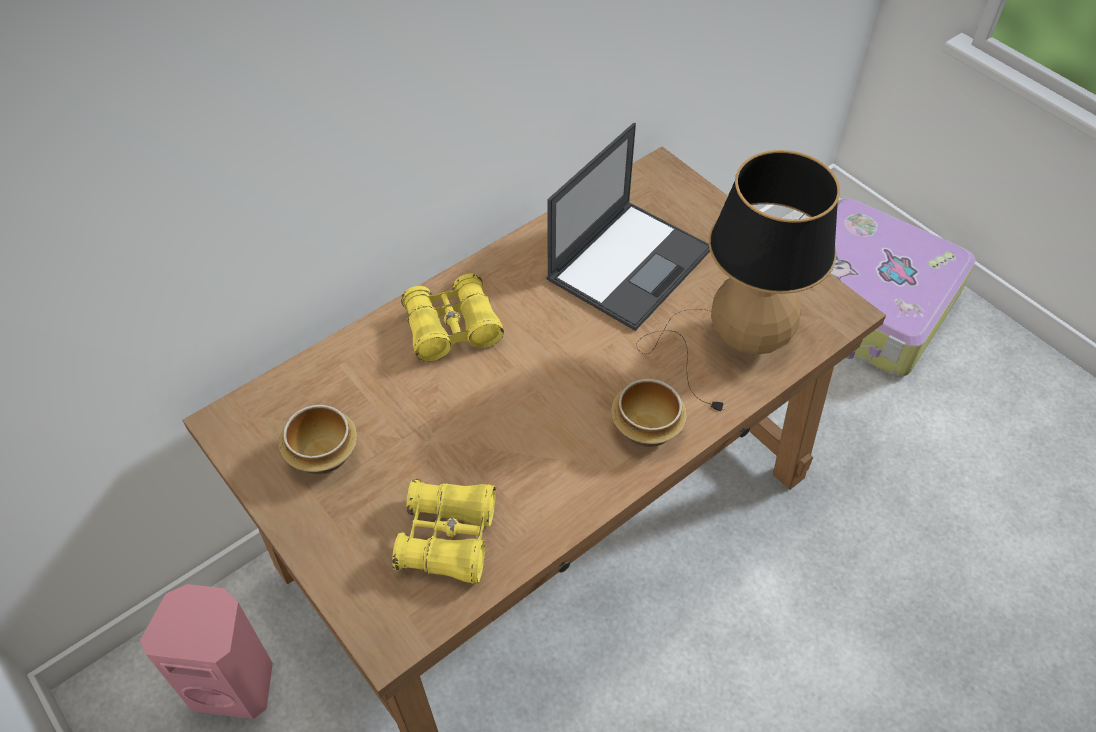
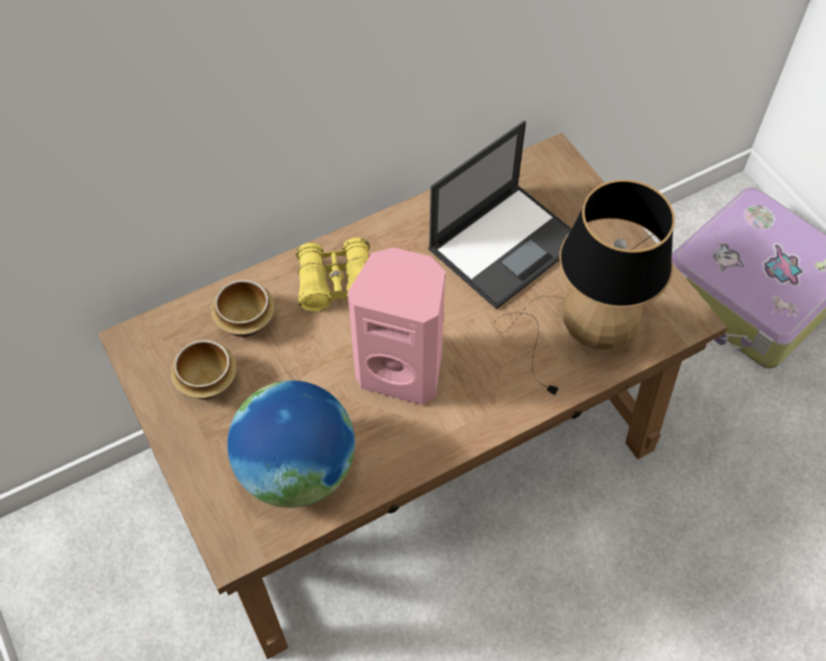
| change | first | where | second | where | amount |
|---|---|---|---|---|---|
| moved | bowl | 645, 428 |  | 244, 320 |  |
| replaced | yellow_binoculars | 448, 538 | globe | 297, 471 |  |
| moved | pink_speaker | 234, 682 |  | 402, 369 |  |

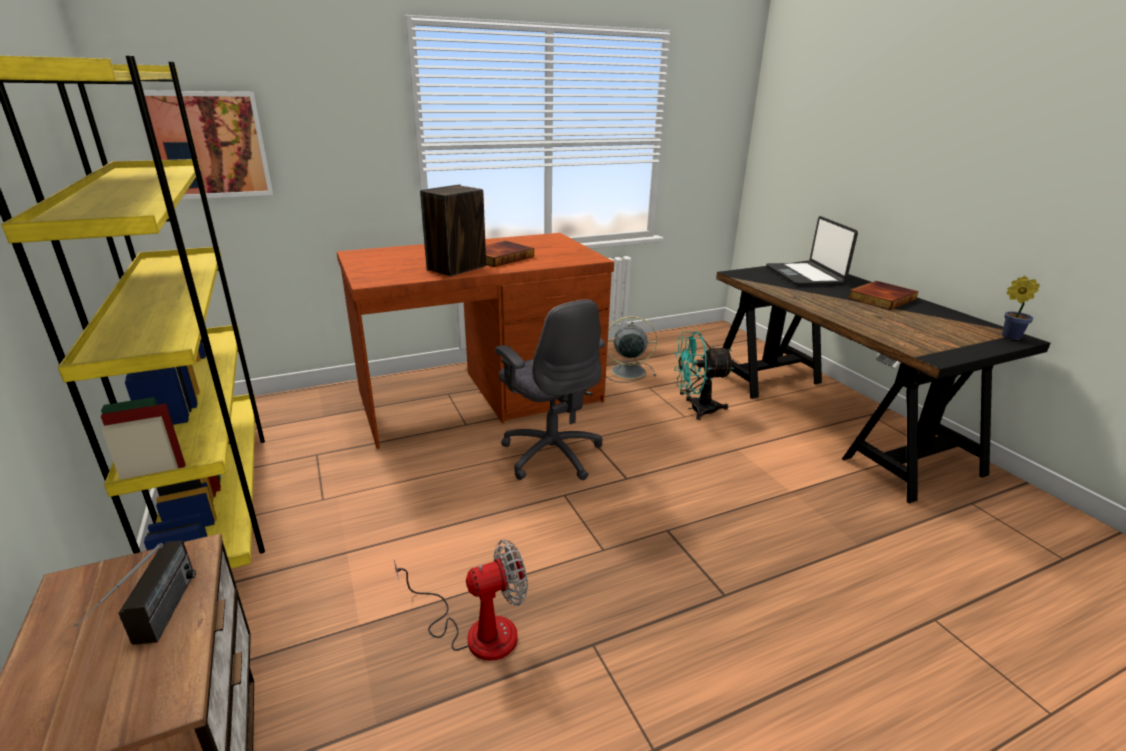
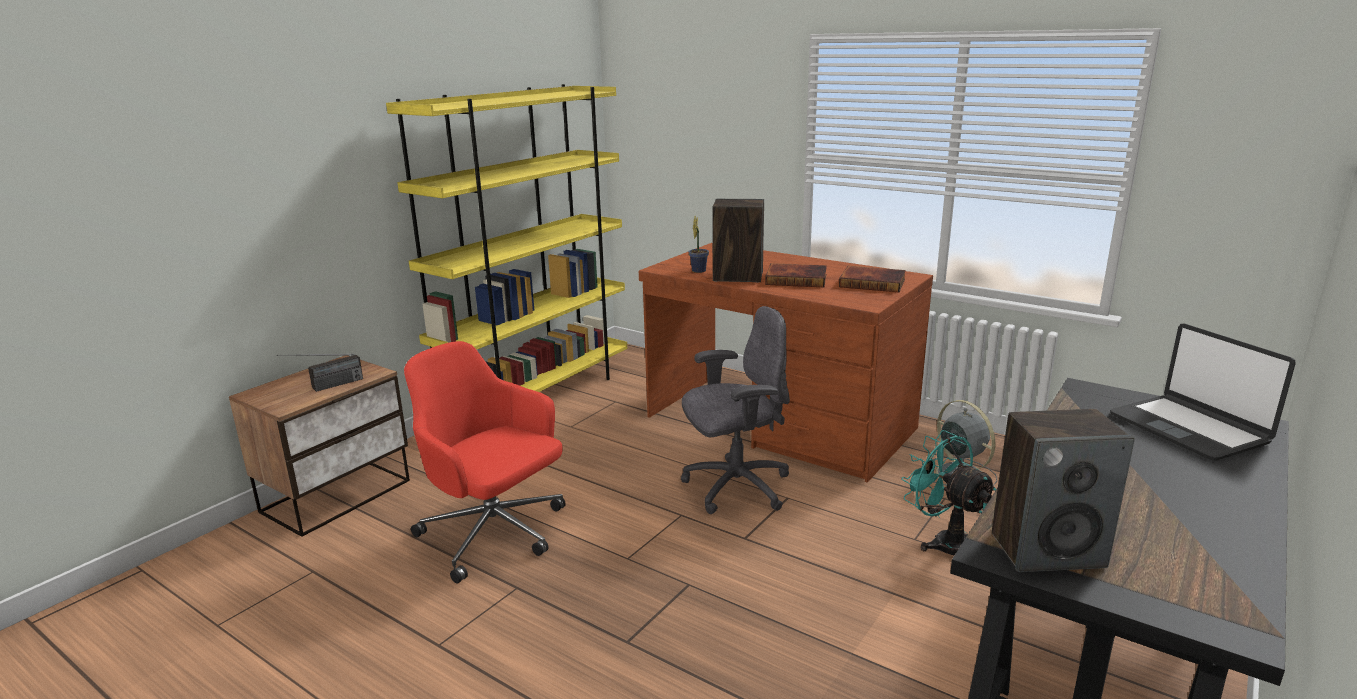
| change | first | where | second | where | amount |
|---|---|---|---|---|---|
| replaced | fan | 476, 630 | red_office_chair | 495, 534 |  |
| turned | grey_office_chair | 551, 453 |  | 735, 487 | 135 degrees counterclockwise |
| moved | potted_plant | 1008, 336 |  | 699, 270 |  |
| moved | book | 880, 298 |  | 873, 282 |  |
| added |  |  | speaker | 1047, 550 |  |
| turned | laptop | 805, 275 |  | 1189, 428 | 75 degrees counterclockwise |
| removed | picture | 209, 145 |  |  |  |

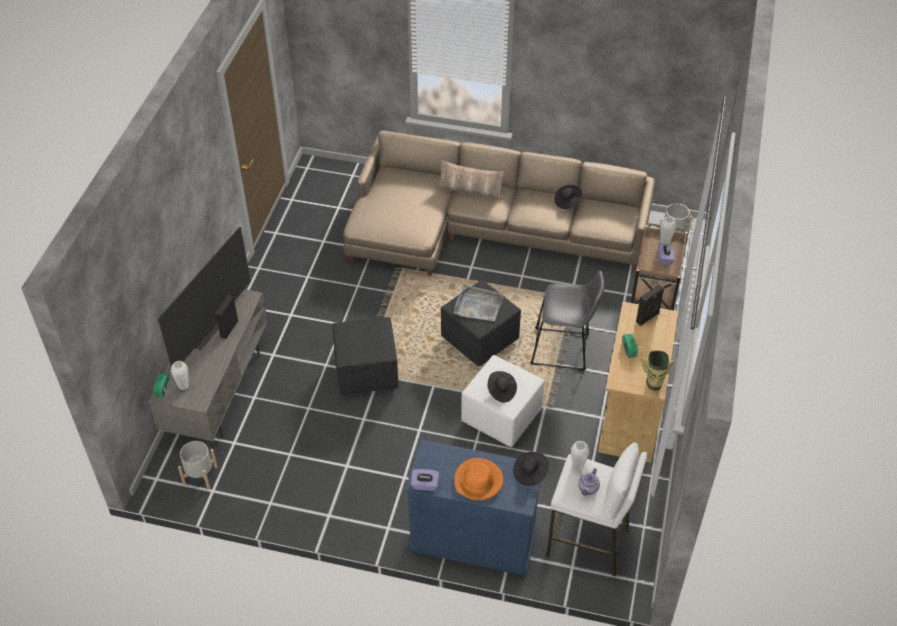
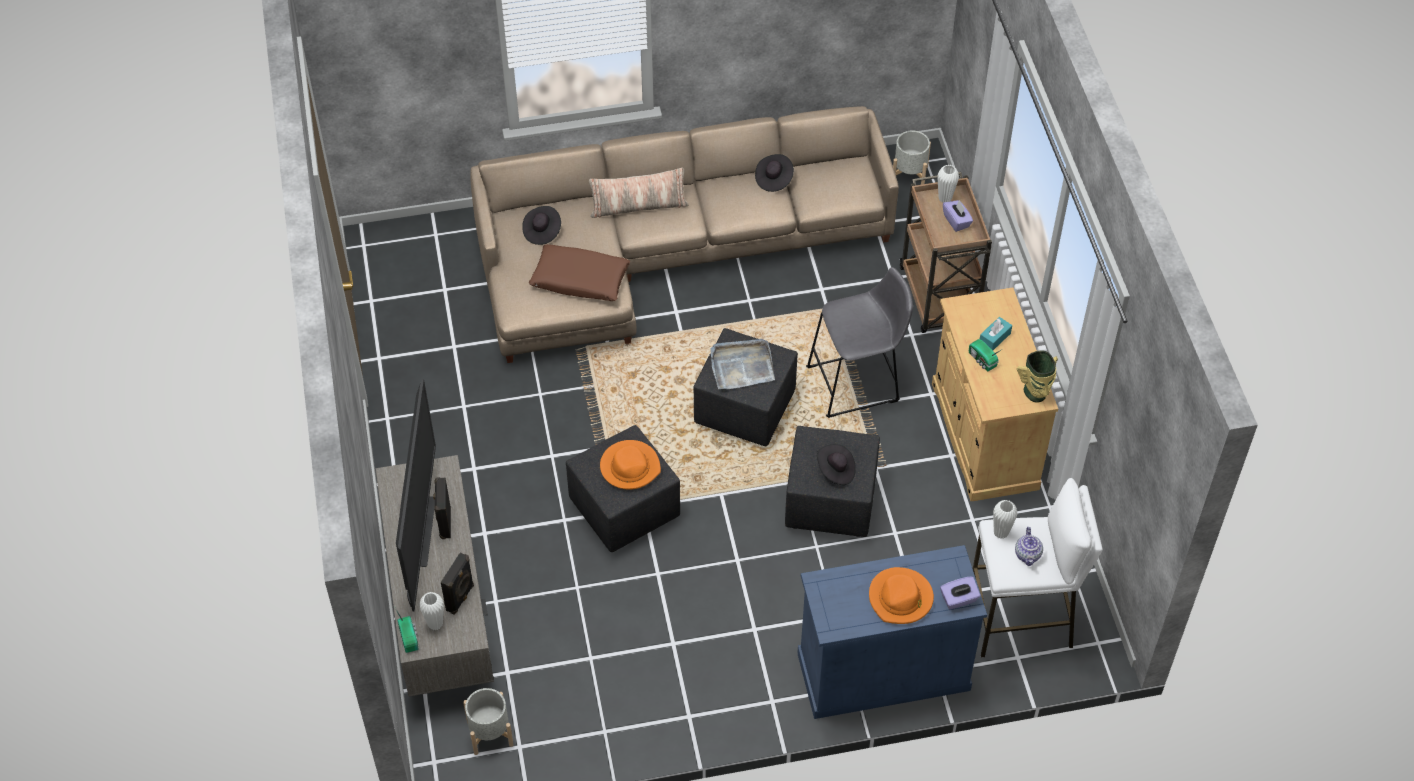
| change | first | where | second | where | amount |
|---|---|---|---|---|---|
| moved | black_speaker | 648, 318 |  | 461, 598 |  |
| moved | black_hat | 530, 473 |  | 542, 231 |  |
| added |  |  | brown_pillow | 580, 280 |  |
| added |  |  | orange_hat | 630, 467 |  |
| recoloured | white_ottoman | 501, 416 | black_ottoman | 829, 502 |  |
| moved | purple_tissue_box | 425, 485 |  | 959, 599 |  |
| added |  |  | turquoise_tissue_box | 994, 338 |  |

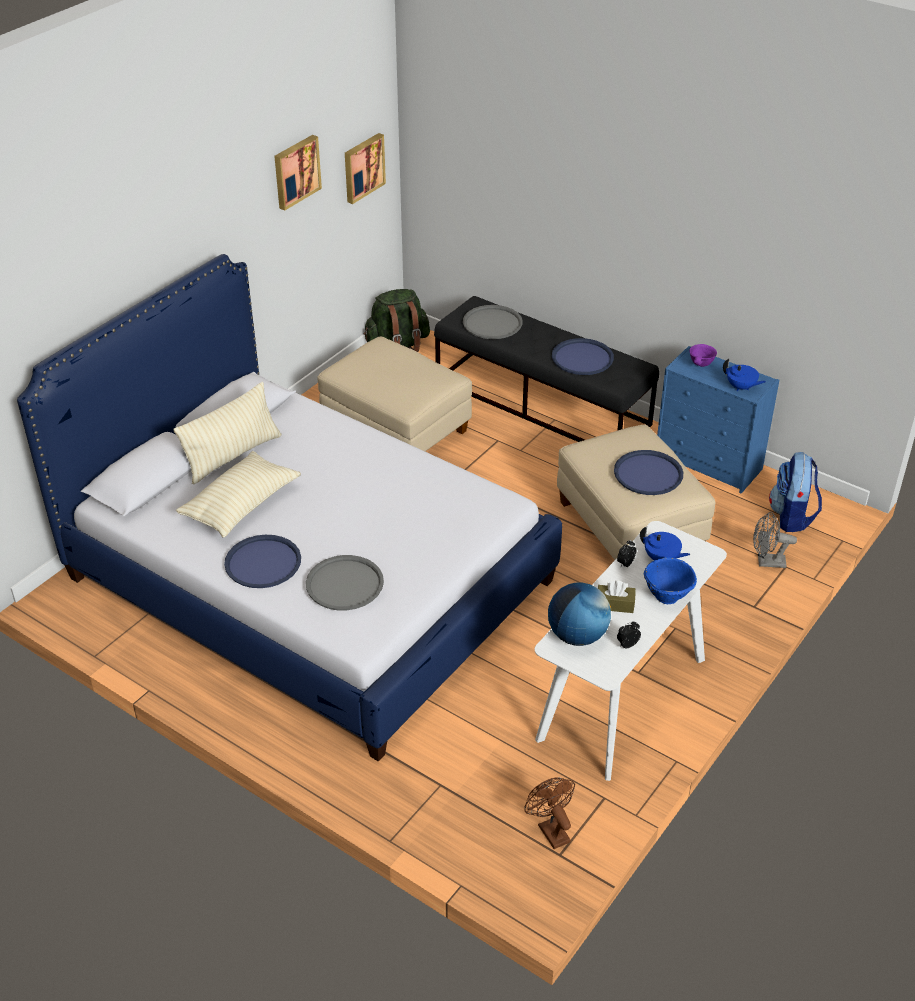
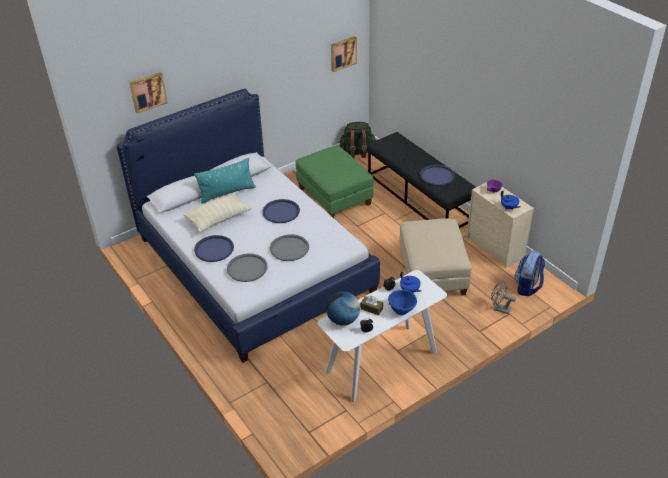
| change | first | where | second | where | amount |
|---|---|---|---|---|---|
| moved | picture | 296, 171 |  | 147, 92 |  |
| recoloured | beige_pillow | 232, 456 | turquoise_pillow | 227, 193 |  |
| moved | blue_tray | 648, 474 |  | 281, 212 |  |
| moved | grey_tray | 492, 323 |  | 289, 248 |  |
| recoloured | beige_ottoman | 396, 430 | green_ottoman | 335, 197 |  |
| recoloured | blue_dresser | 709, 463 | beige_dresser | 495, 248 |  |
| removed | brown_fan | 550, 829 |  |  |  |

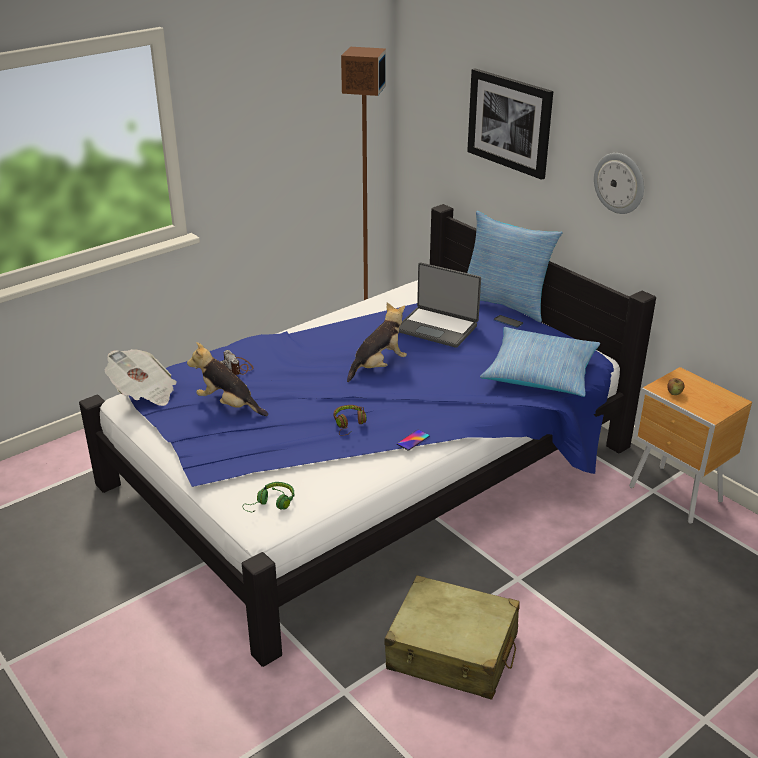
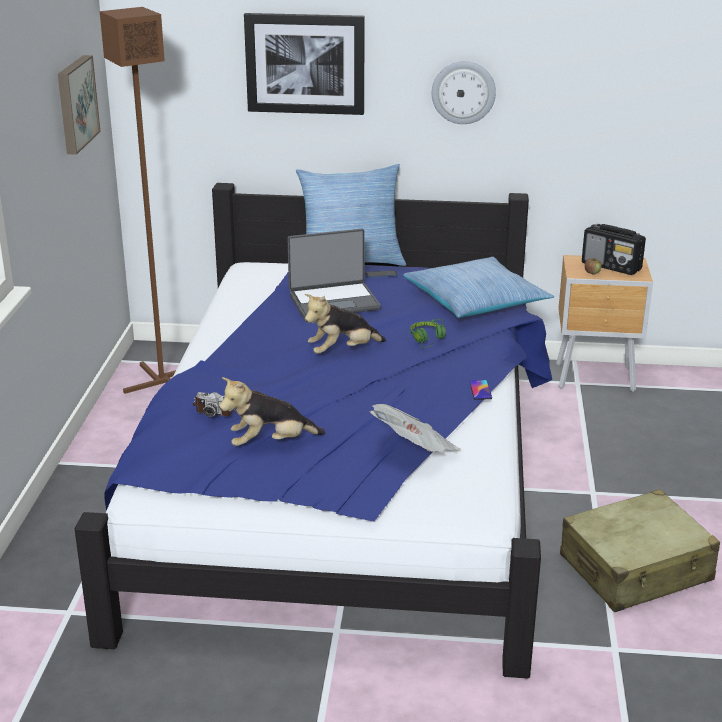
| change | first | where | second | where | amount |
|---|---|---|---|---|---|
| added |  |  | picture | 75, 104 |  |
| turned | plush_toy | 378, 366 |  | 342, 351 | 120 degrees counterclockwise |
| moved | newspaper | 144, 392 |  | 415, 450 |  |
| moved | green_headphones | 271, 504 |  | 427, 339 |  |
| added |  |  | radio | 611, 266 |  |
| removed | brown_headphones | 349, 424 |  |  |  |

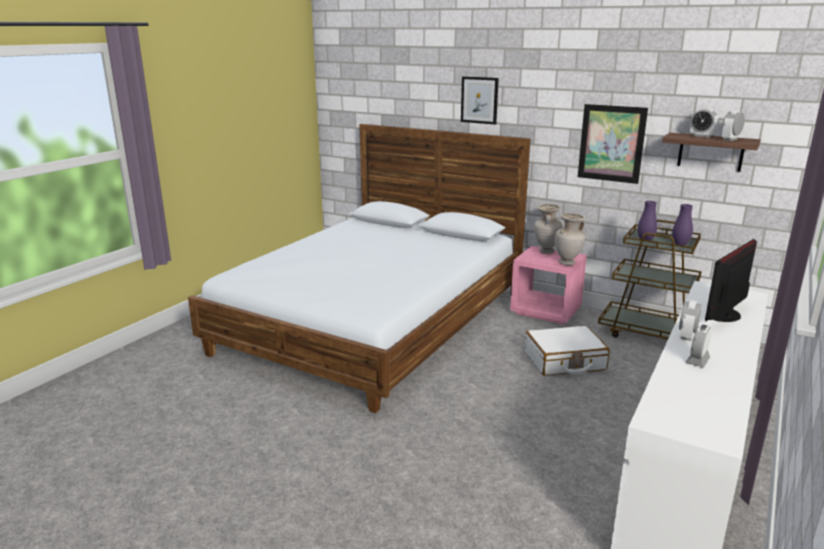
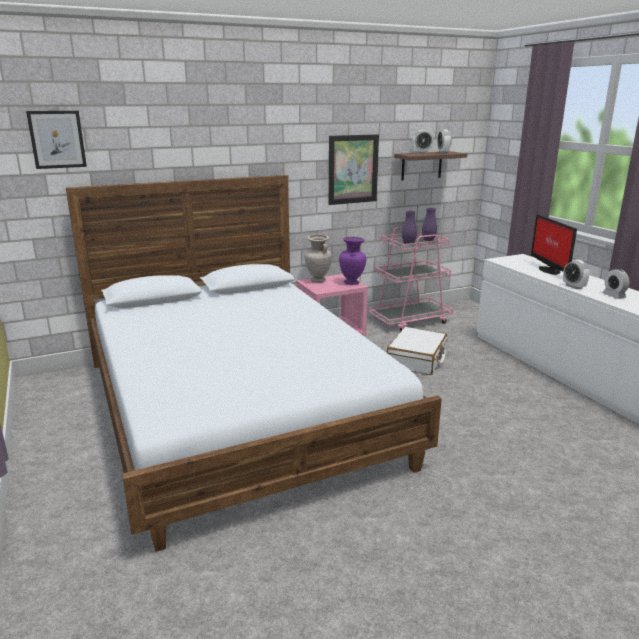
| change | first | where | second | where | amount |
|---|---|---|---|---|---|
| moved | picture | 479, 100 |  | 57, 139 |  |
| recoloured | beige_vase | 567, 263 | purple_vase | 352, 283 |  |
| recoloured | brown_cart | 648, 333 | pink_cart | 410, 320 |  |

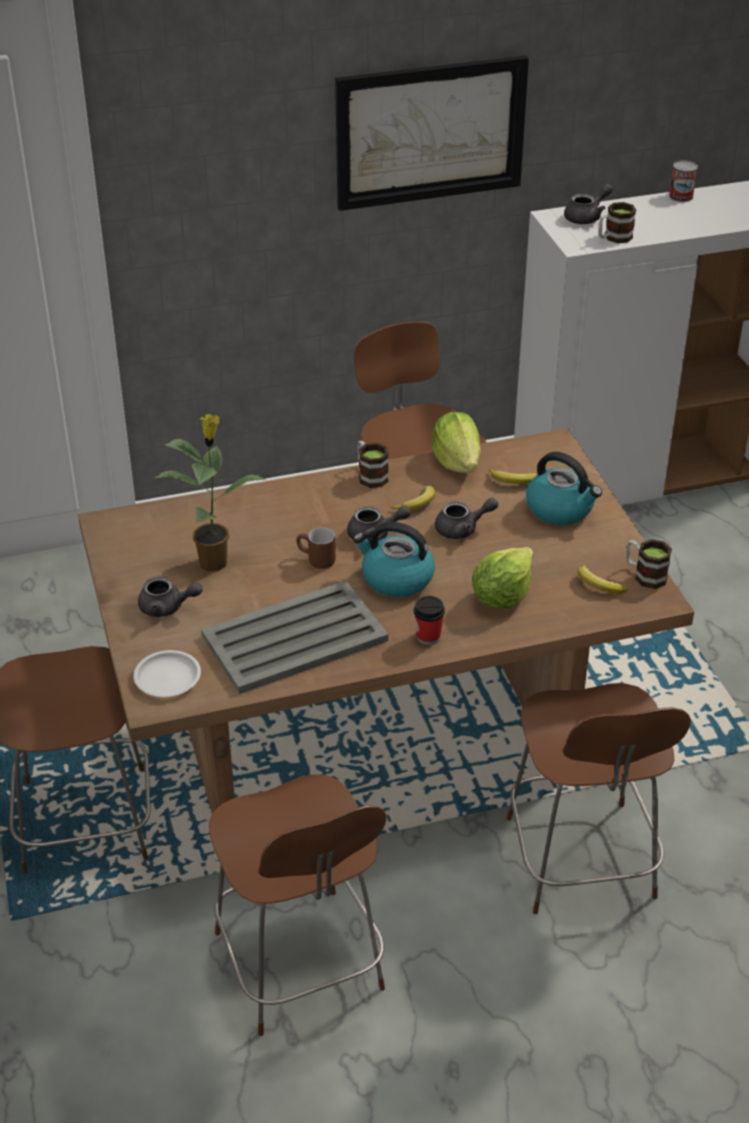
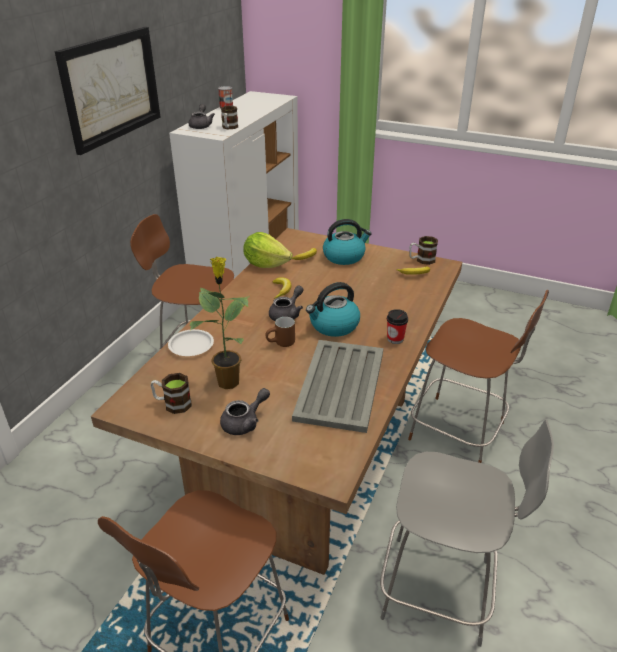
| change | first | where | second | where | amount |
|---|---|---|---|---|---|
| moved | mug | 370, 475 |  | 172, 404 |  |
| moved | white_plate | 167, 678 |  | 191, 346 |  |
| recoloured | brown_stool | 300, 966 | grey_stool | 441, 590 |  |
| removed | grey_teapot | 462, 529 |  |  |  |
| removed | lettuce | 502, 596 |  |  |  |

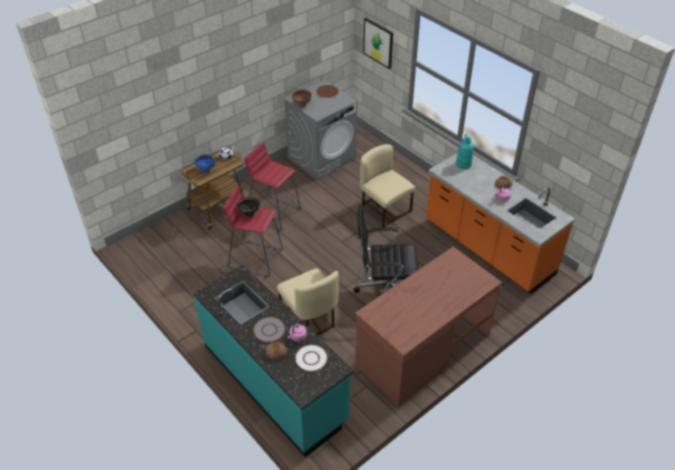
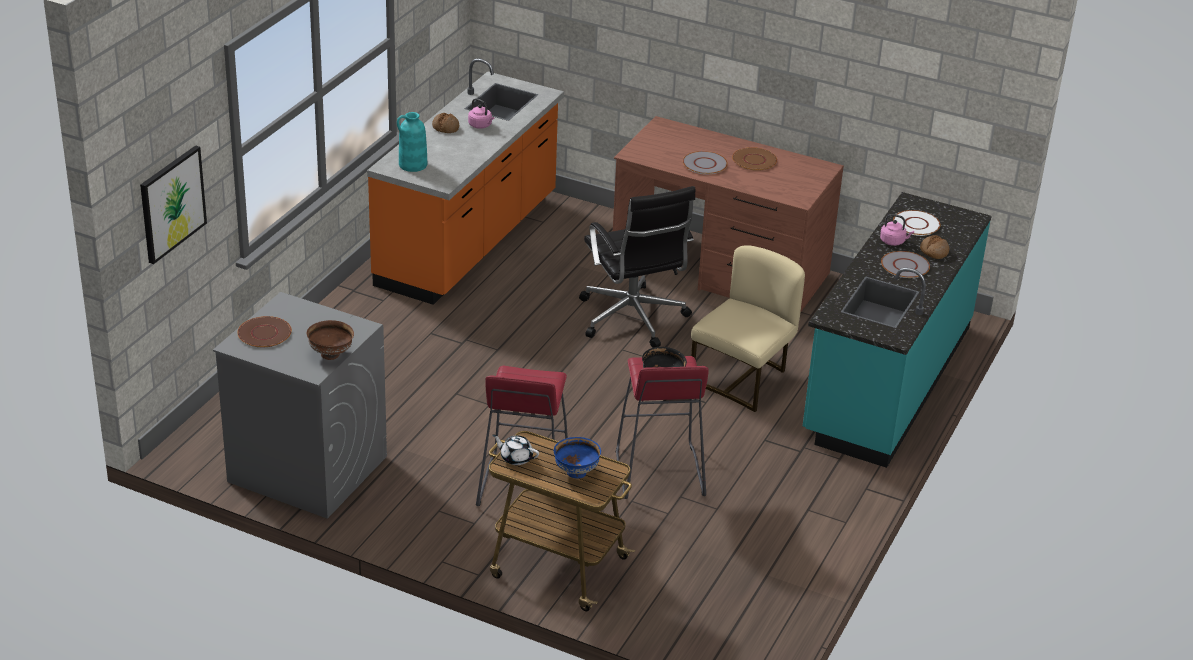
| change | first | where | second | where | amount |
|---|---|---|---|---|---|
| added |  |  | grey_plate | 704, 164 |  |
| added |  |  | brown_plate | 754, 160 |  |
| removed | beige_chair | 384, 209 |  |  |  |

